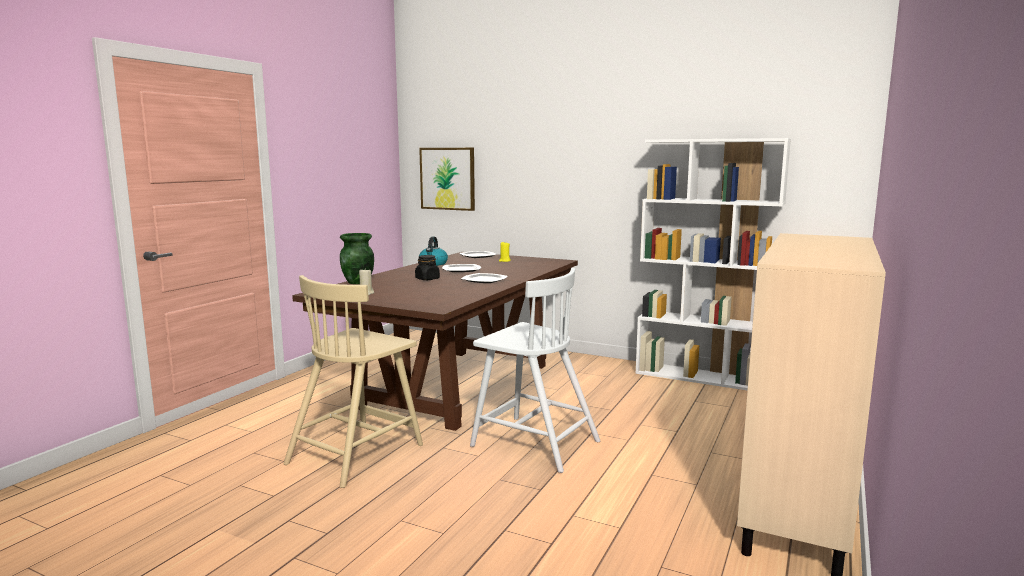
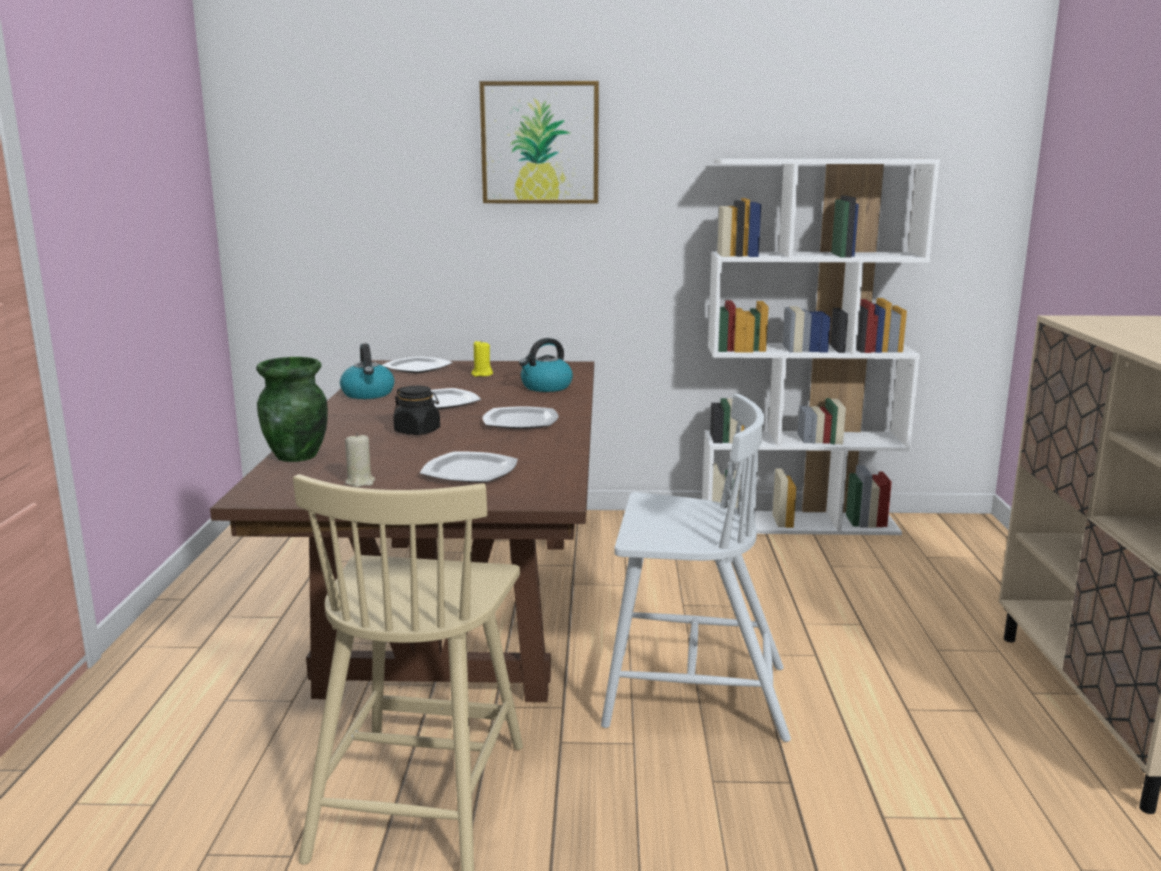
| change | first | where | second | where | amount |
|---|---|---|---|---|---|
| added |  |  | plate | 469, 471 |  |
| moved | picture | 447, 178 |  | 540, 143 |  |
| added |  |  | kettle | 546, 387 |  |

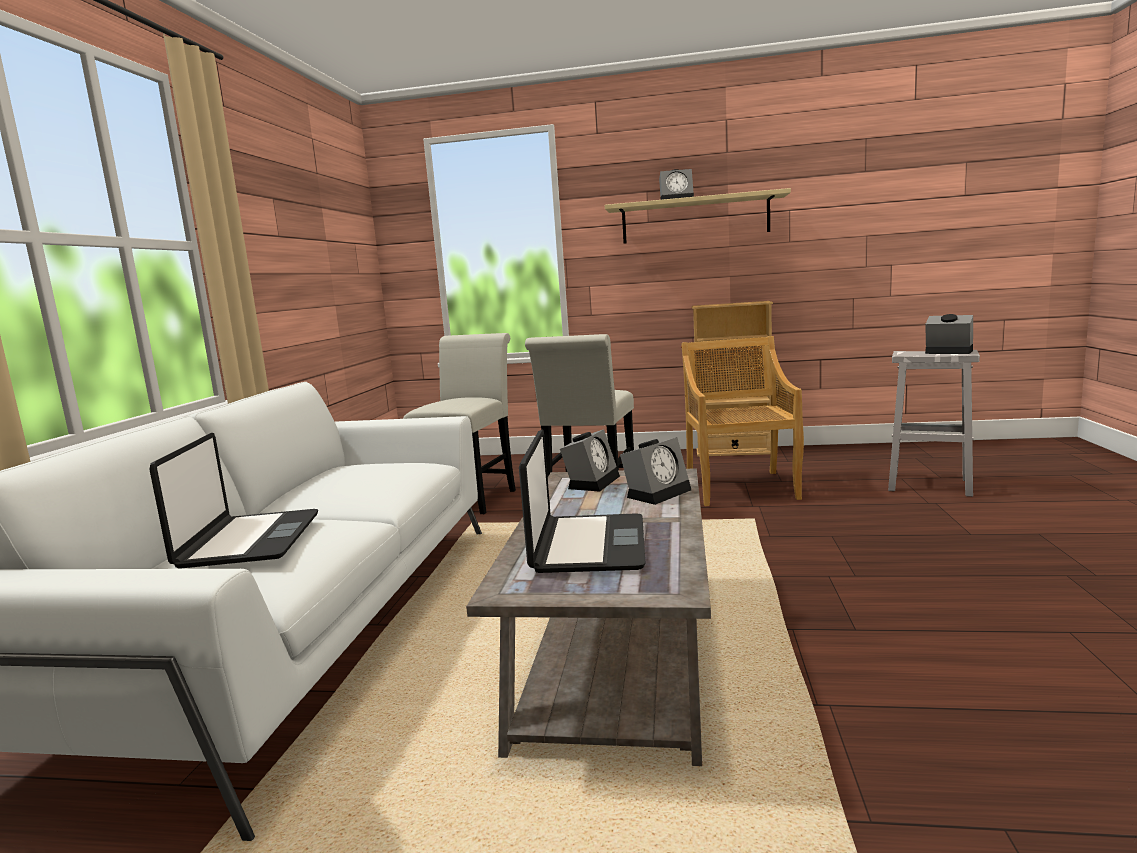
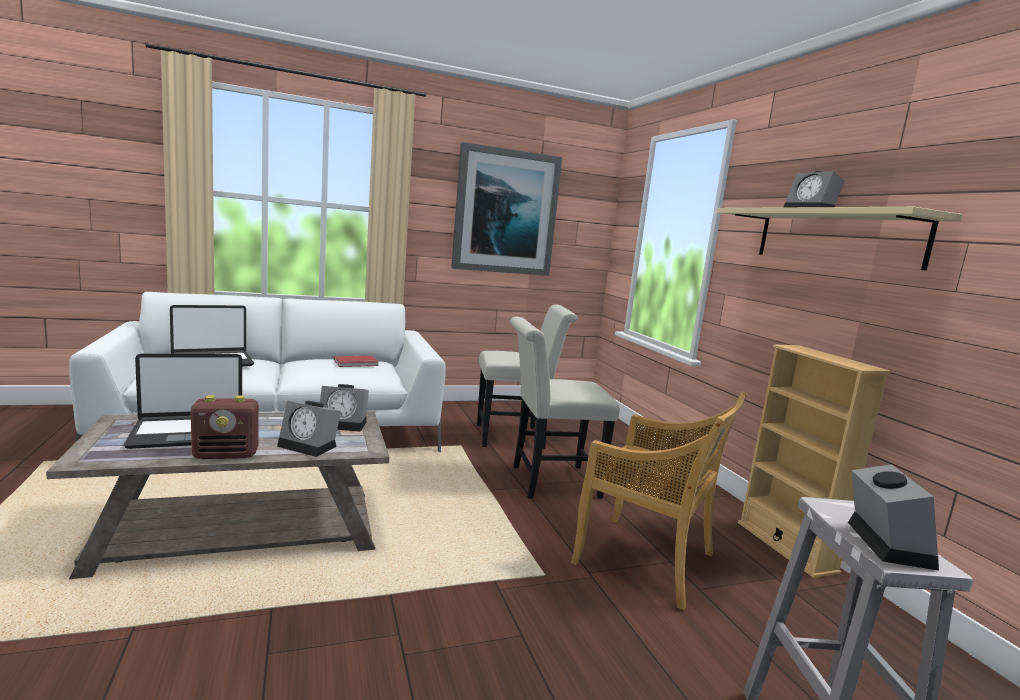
| change | first | where | second | where | amount |
|---|---|---|---|---|---|
| added |  |  | radio | 226, 455 |  |
| added |  |  | red_book | 356, 363 |  |
| added |  |  | picture | 505, 212 |  |
| turned | beige_chair | 740, 487 |  | 647, 560 | 60 degrees clockwise |

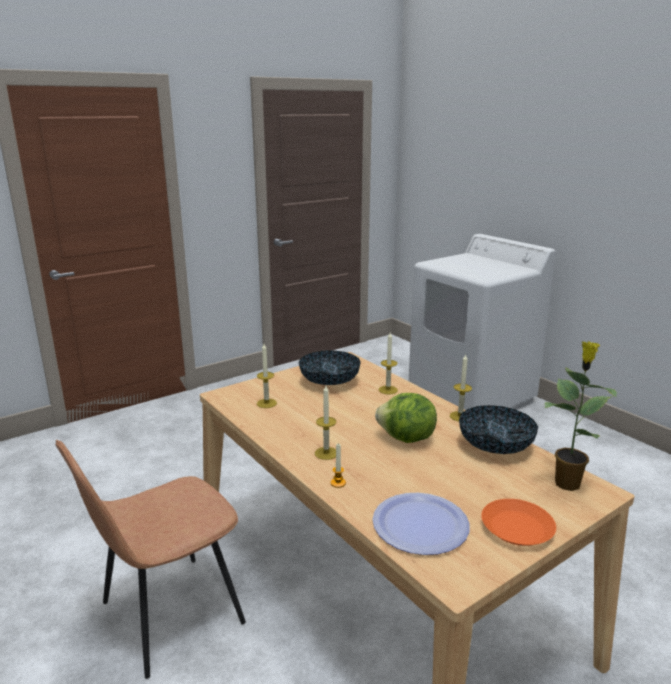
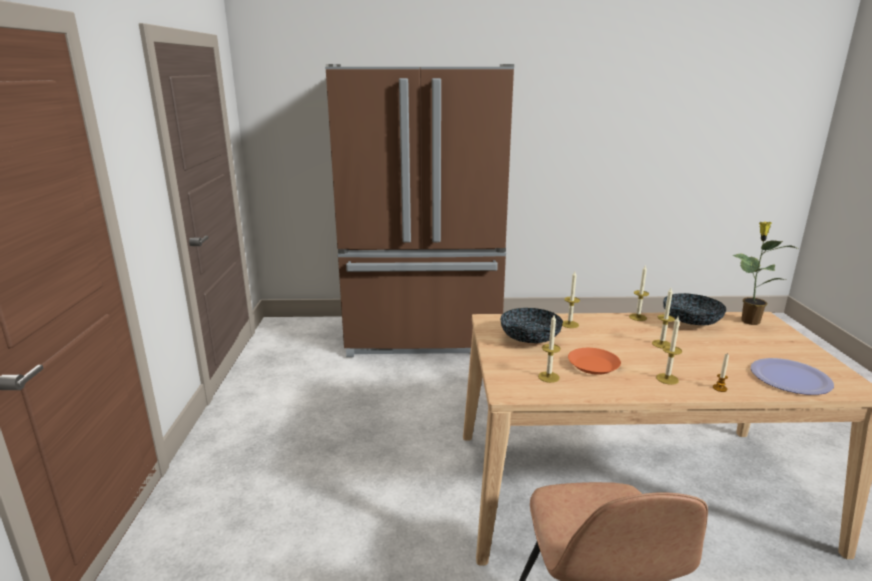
| change | first | where | second | where | amount |
|---|---|---|---|---|---|
| replaced | white_washing_machine | 471, 398 | brown_fridge | 423, 337 |  |
| moved | orange_plate | 516, 528 |  | 593, 365 |  |
| replaced | lettuce | 406, 439 | candle | 661, 344 |  |

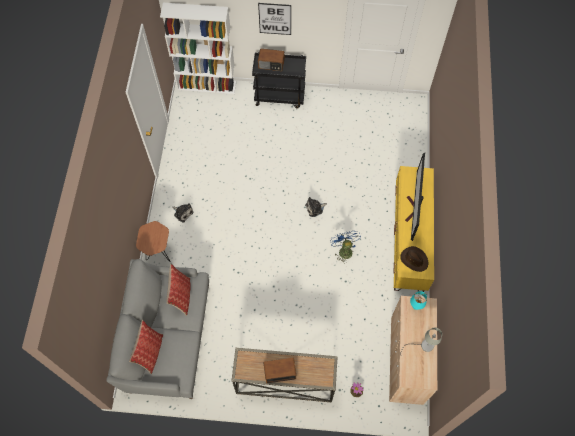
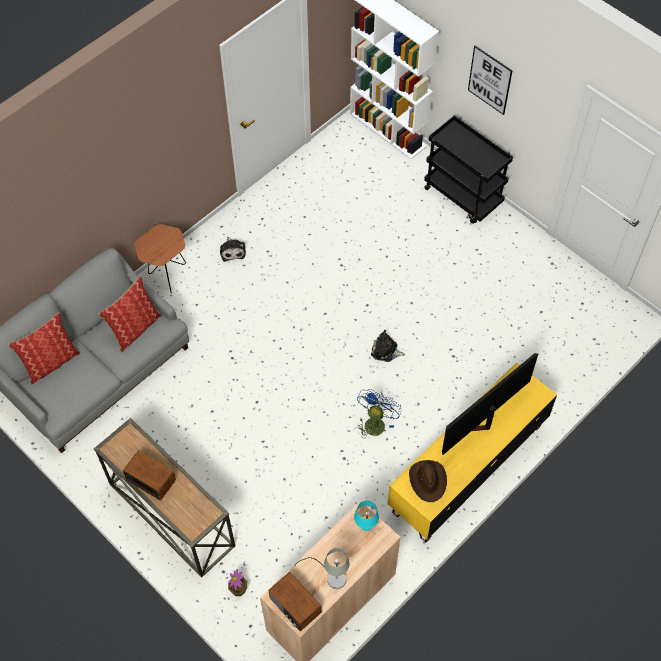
| change | first | where | second | where | amount |
|---|---|---|---|---|---|
| moved | radio | 271, 64 |  | 294, 606 |  |

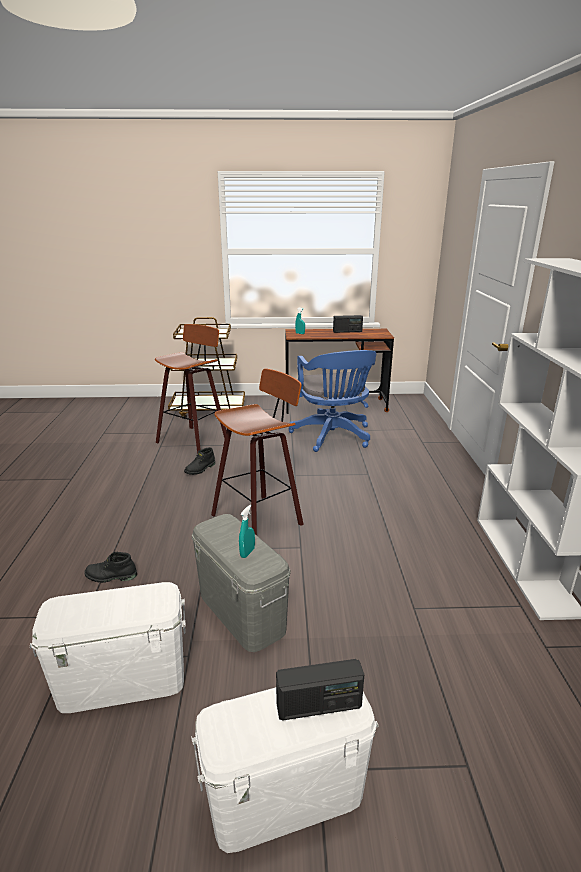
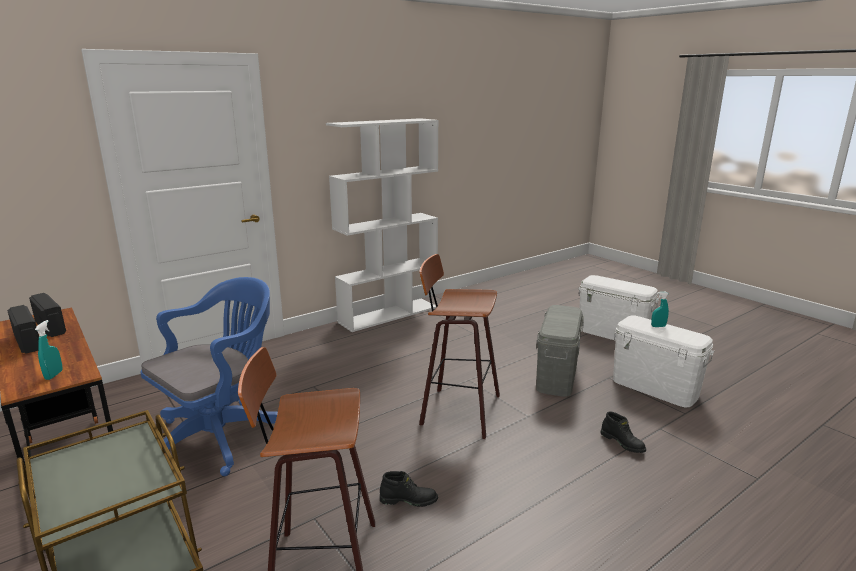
| change | first | where | second | where | amount |
|---|---|---|---|---|---|
| moved | radio | 319, 705 |  | 51, 327 |  |
| moved | turquoise_spray_bottle | 247, 553 |  | 658, 326 |  |

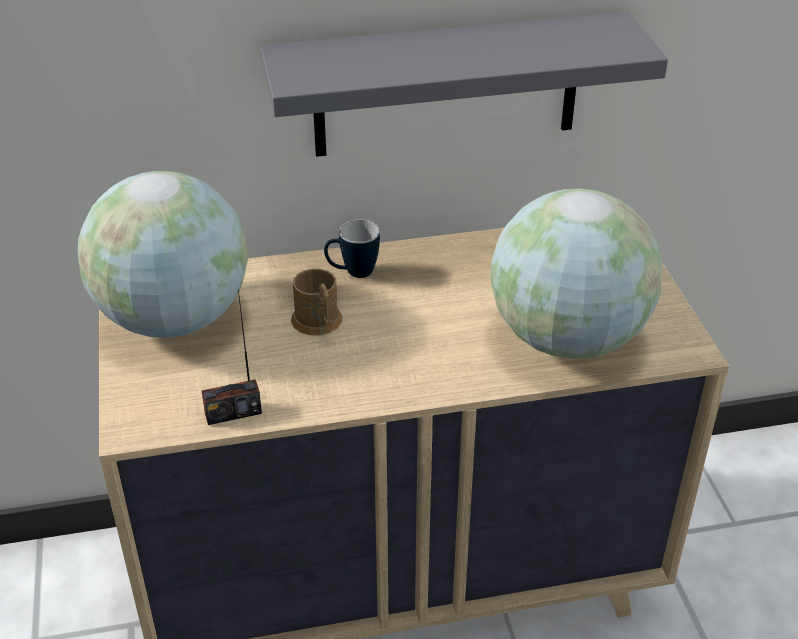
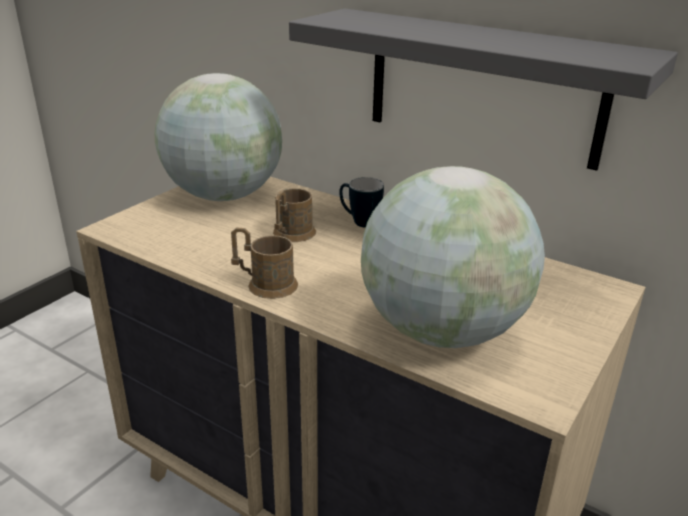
| change | first | where | second | where | amount |
|---|---|---|---|---|---|
| added |  |  | brown_mug | 265, 284 |  |
| removed | radio | 233, 412 |  |  |  |

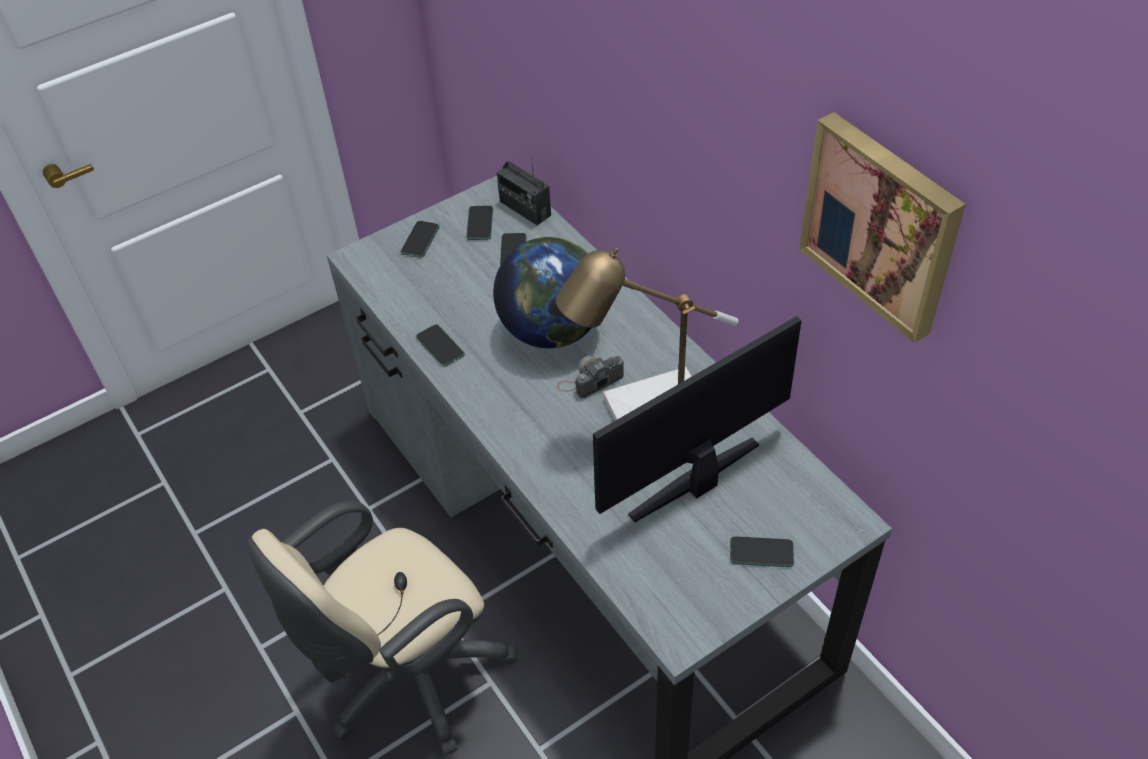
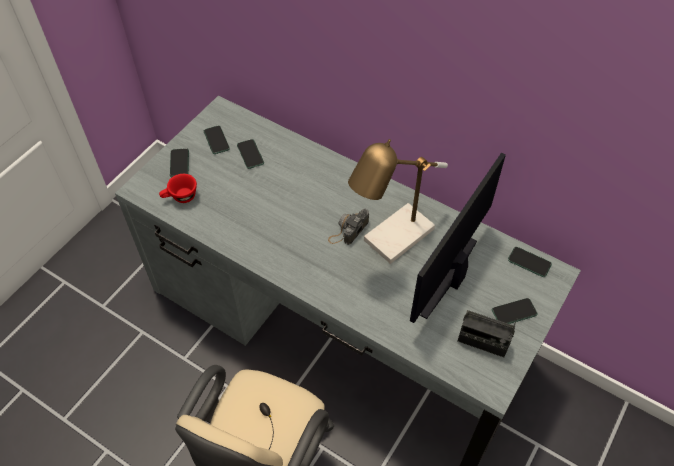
| change | first | where | second | where | amount |
|---|---|---|---|---|---|
| added |  |  | red_cup | 180, 197 |  |
| moved | radio | 525, 208 |  | 482, 342 |  |
| moved | phone | 440, 346 |  | 529, 262 |  |
| removed | globe | 552, 330 |  |  |  |
| removed | picture | 882, 224 |  |  |  |

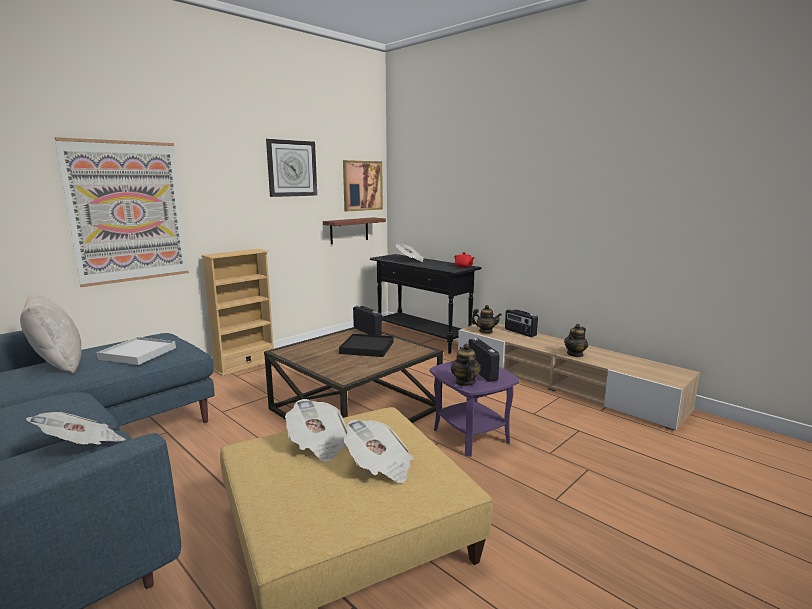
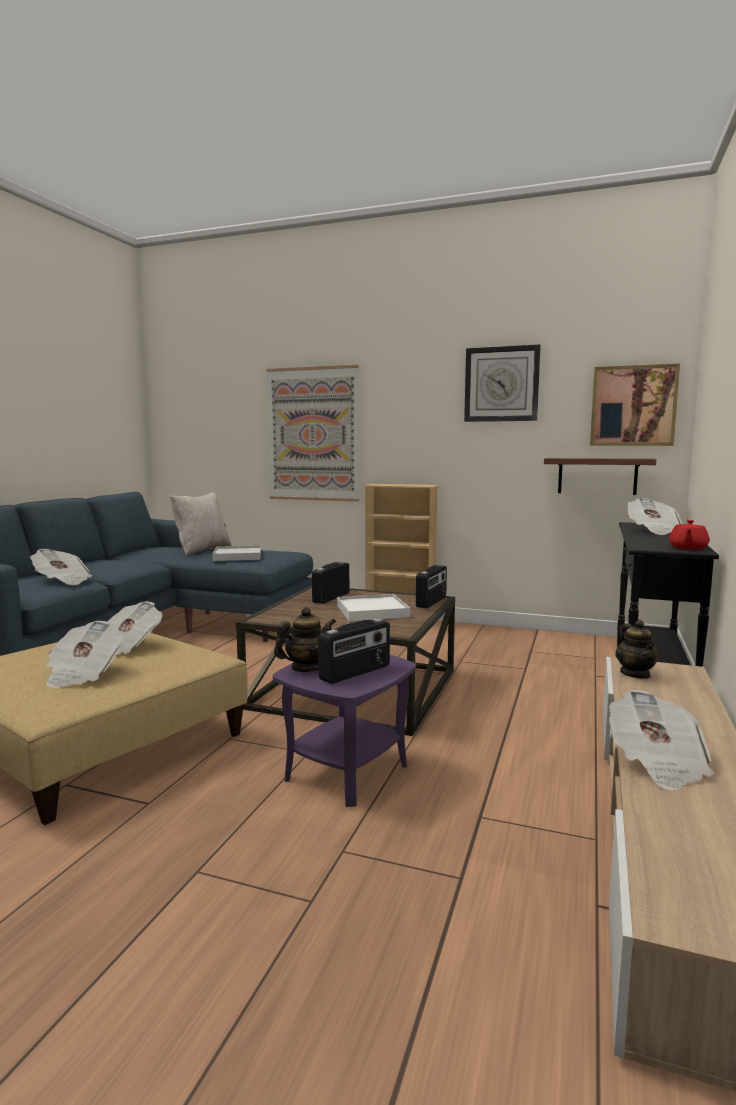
| change | first | where | second | where | amount |
|---|---|---|---|---|---|
| moved | radio | 520, 332 |  | 330, 598 |  |
| recoloured | black_tray | 367, 348 | white_tray | 372, 611 |  |
| replaced | teapot | 575, 354 | newspaper | 657, 764 |  |

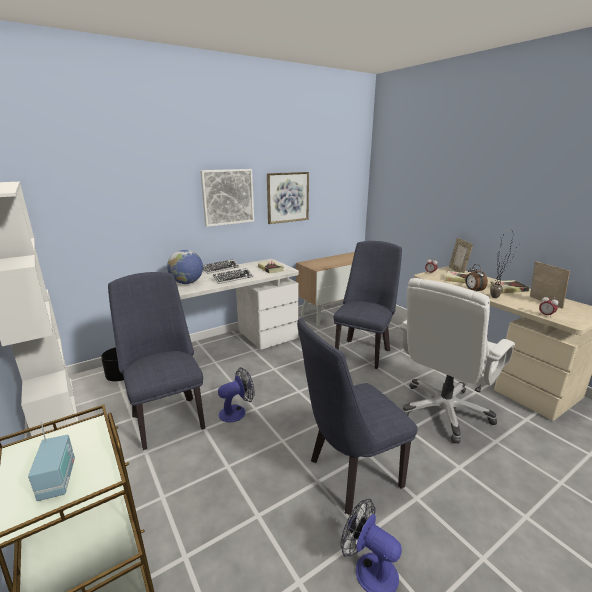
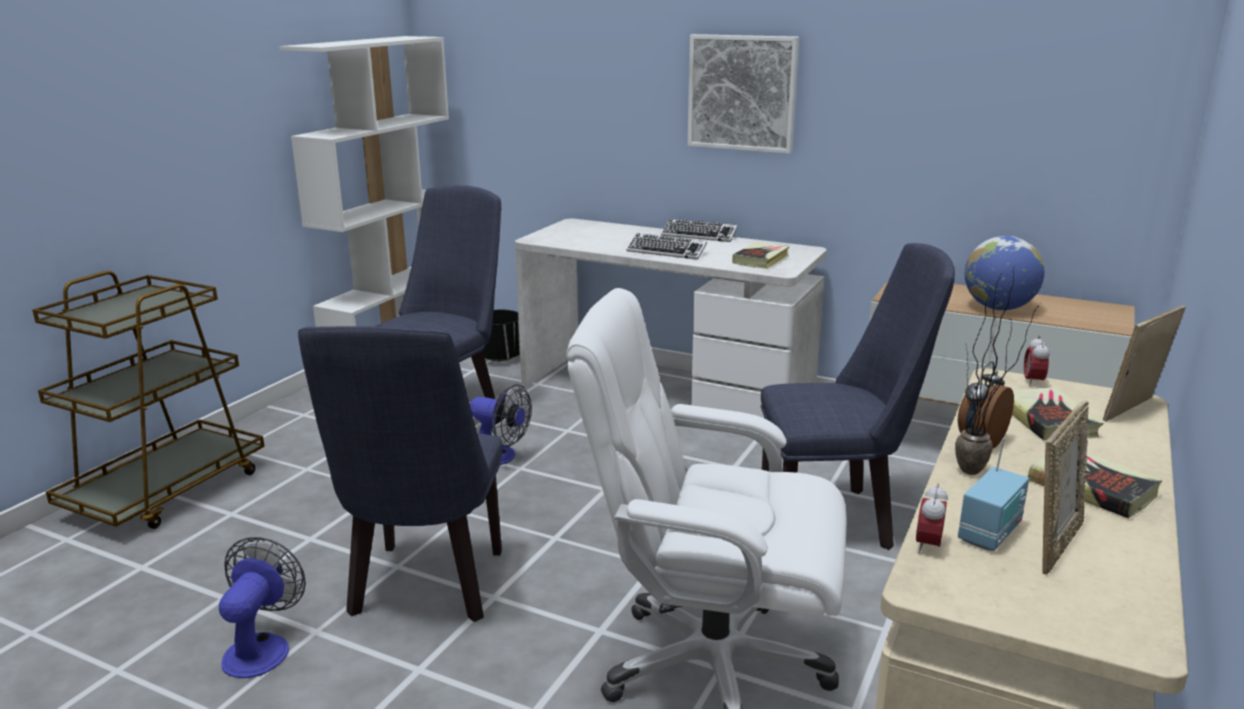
| change | first | where | second | where | amount |
|---|---|---|---|---|---|
| turned | blue_chair | 348, 476 |  | 426, 591 | 120 degrees counterclockwise |
| moved | radio | 58, 480 |  | 990, 533 |  |
| moved | globe | 187, 283 |  | 998, 308 |  |
| removed | picture | 287, 197 |  |  |  |

